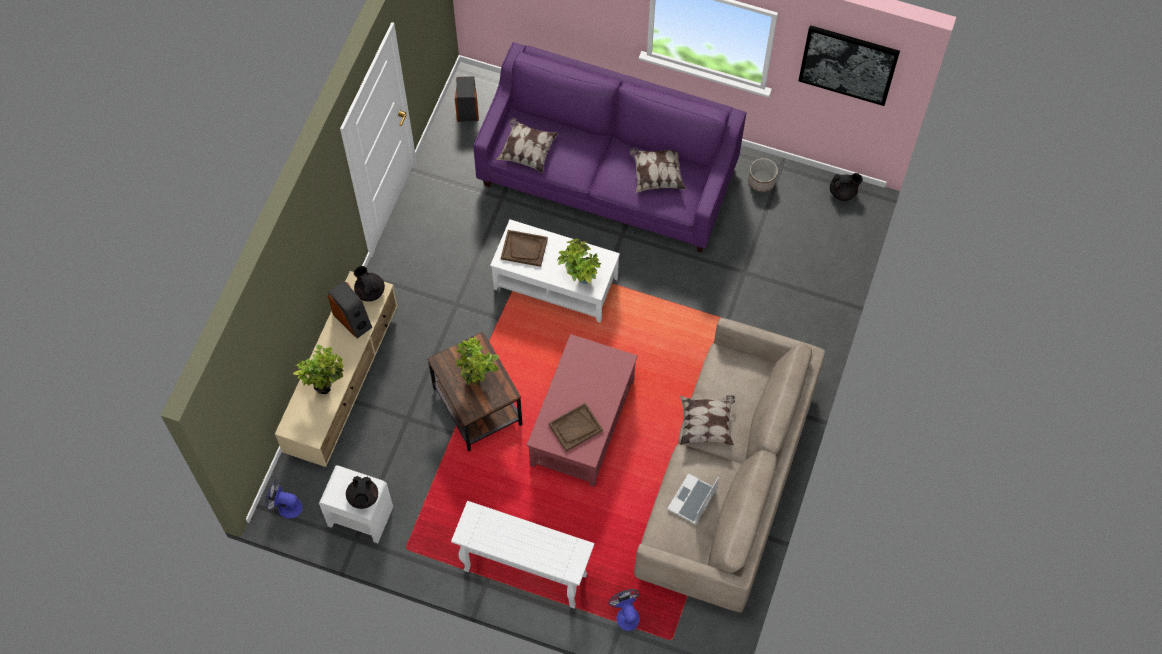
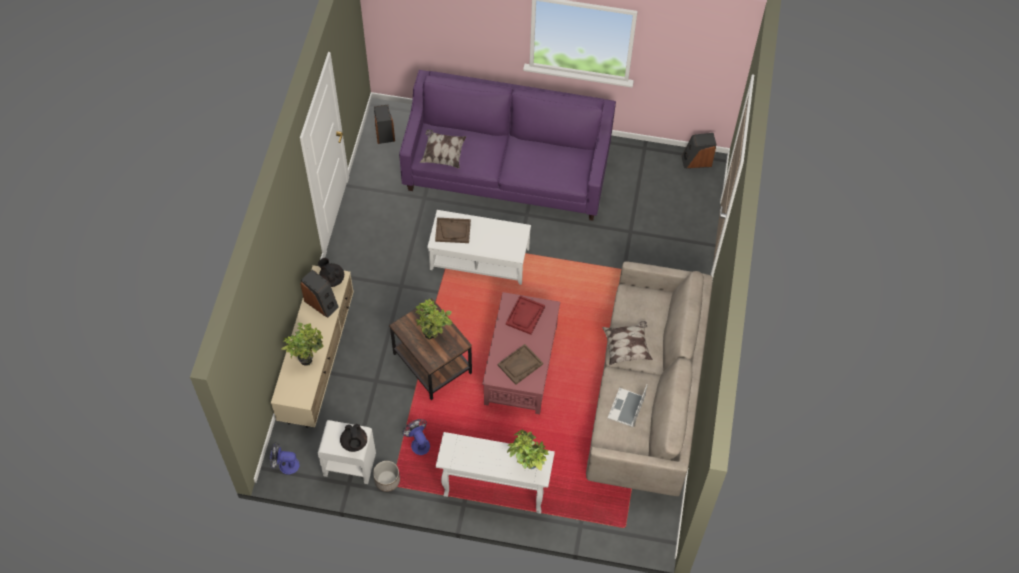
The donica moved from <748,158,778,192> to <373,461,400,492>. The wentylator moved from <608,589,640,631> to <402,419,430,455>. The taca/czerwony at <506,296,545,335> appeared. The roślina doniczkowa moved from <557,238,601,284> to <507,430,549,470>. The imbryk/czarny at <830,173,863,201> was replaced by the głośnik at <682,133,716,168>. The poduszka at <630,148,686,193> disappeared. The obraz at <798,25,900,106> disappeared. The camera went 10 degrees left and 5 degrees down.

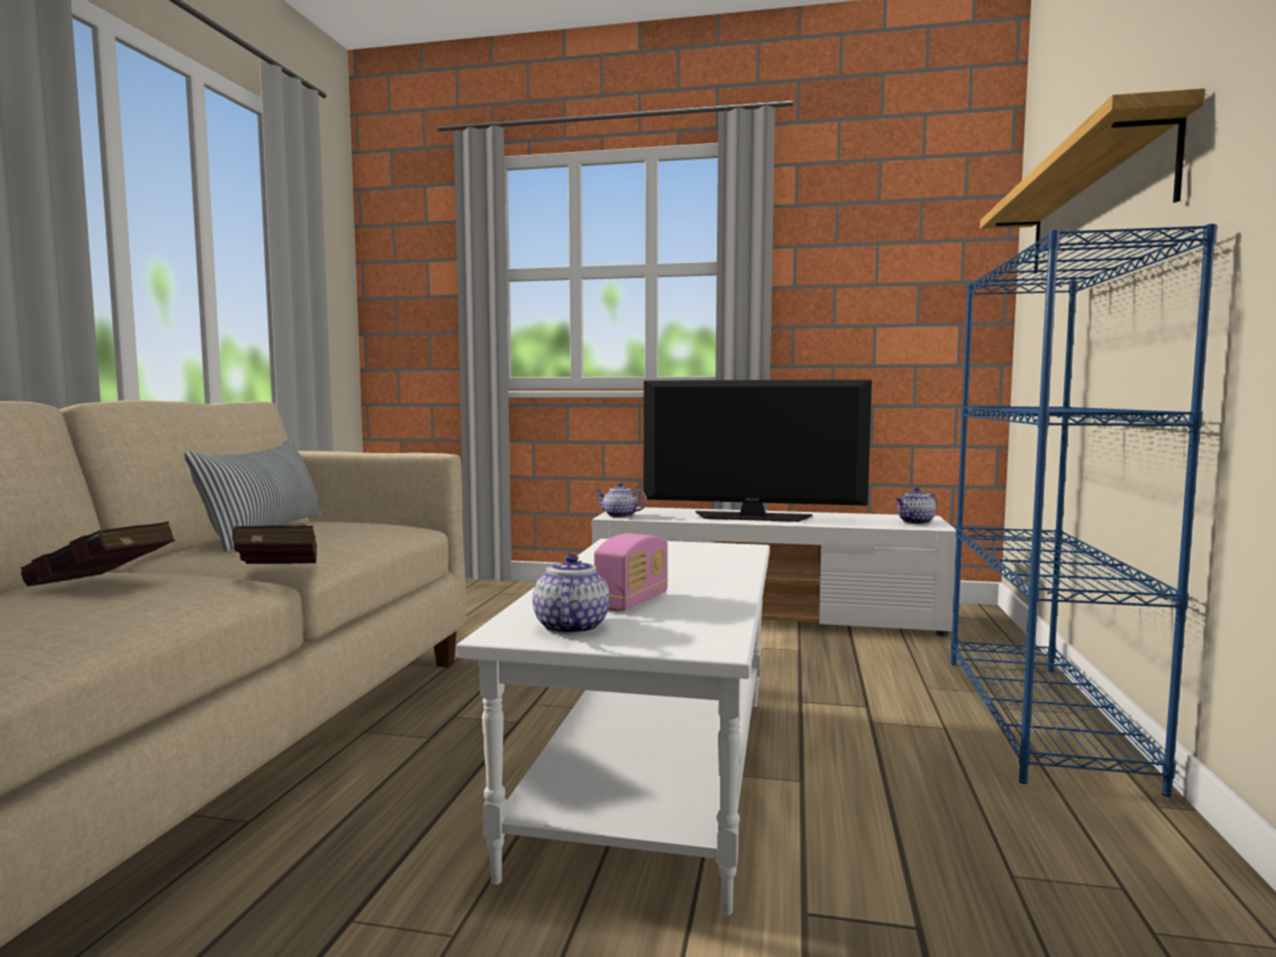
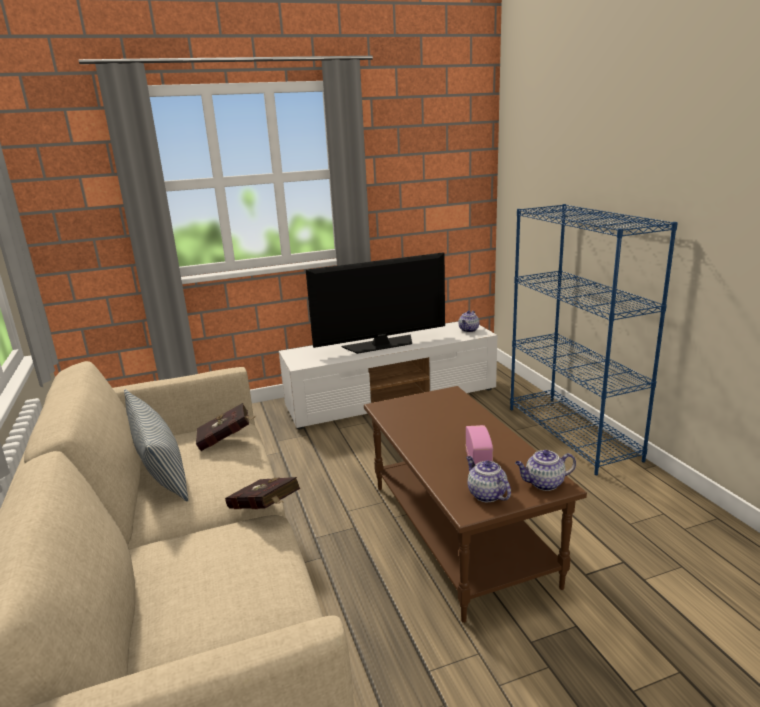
The książka/czerwony moved from <21,522,175,587> to <196,403,257,451>. The ława/biały at <456,539,770,916> became the ława/brązowy at <364,386,587,623>. The imbryk moved from <595,483,647,518> to <515,450,576,491>. The półka at <980,88,1205,274> disappeared. The camera went 30 degrees left and 15 degrees up.

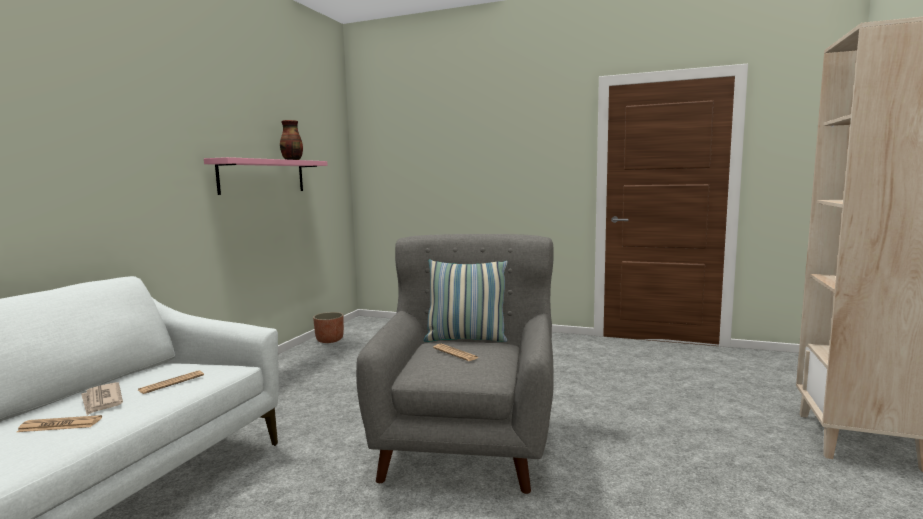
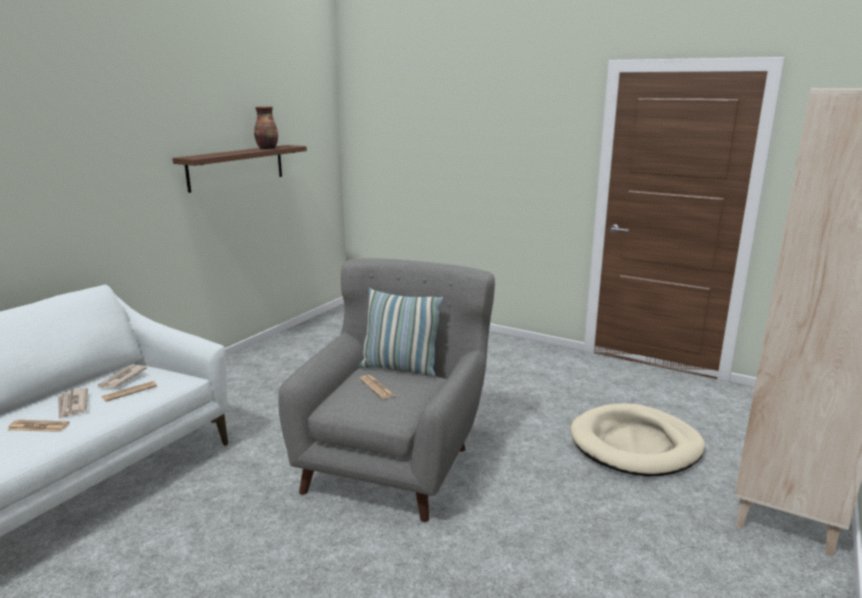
The gazeta at <97,365,147,389> appeared. The półka/różowy at <204,157,328,195> became the półka/brązowy at <172,145,307,193>. The legowisko/beżowy at <570,403,705,476> appeared. The donica at <313,312,344,343> disappeared. The camera went 10 degrees right and 10 degrees up.

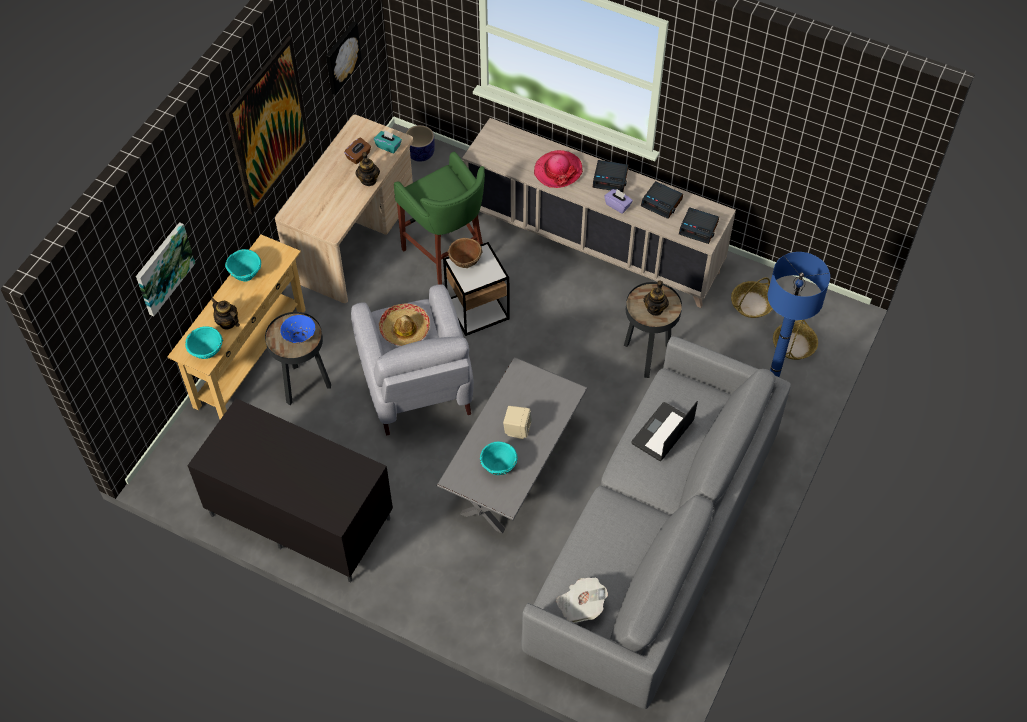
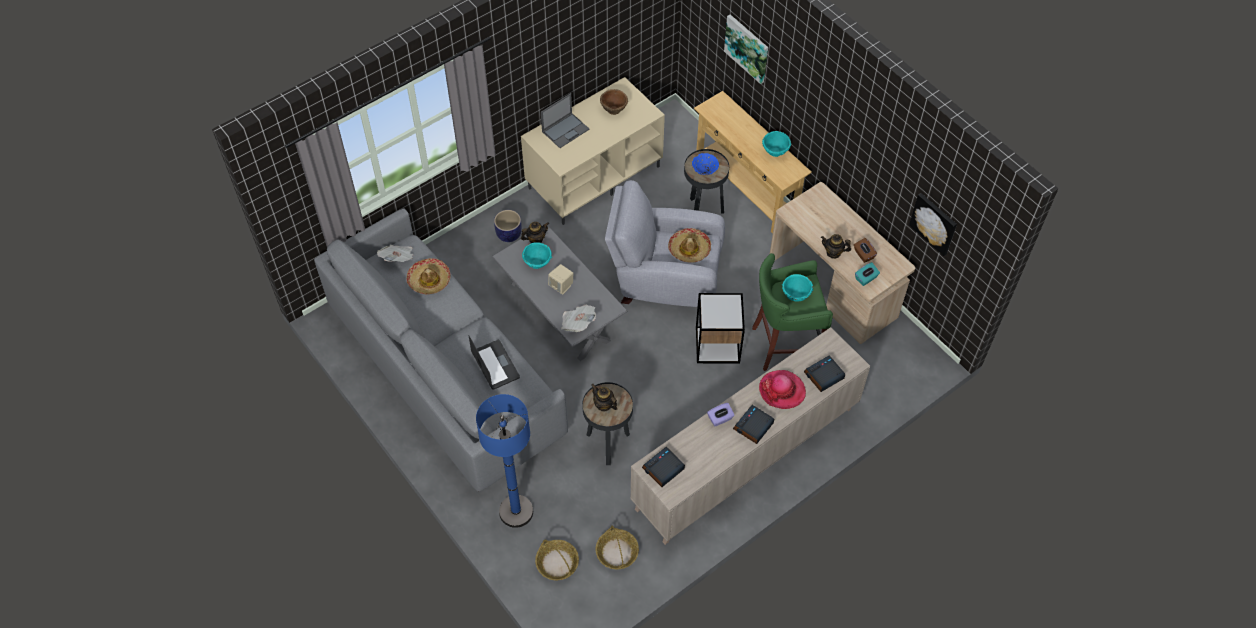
The kapelusz at <406,258,450,295> appeared. The donica moved from <405,125,435,162> to <494,210,522,242>. The szafka pod telewizor/czarny at <187,398,393,583> became the szafka pod telewizor/beżowy at <521,77,665,225>. The imbryk moved from <211,298,240,329> to <521,222,549,243>. The laptop at <541,93,589,148> appeared. The gazeta at <561,304,596,332> appeared. The miska/brązowy moved from <448,238,483,268> to <600,89,628,115>. The miska/turkusowy moved from <185,326,223,359> to <782,274,813,302>. The budzik moved from <641,181,683,219> to <804,355,845,392>. The obraz at <225,36,310,215> disappeared. The camera went 115 degrees right and 0 degrees up.

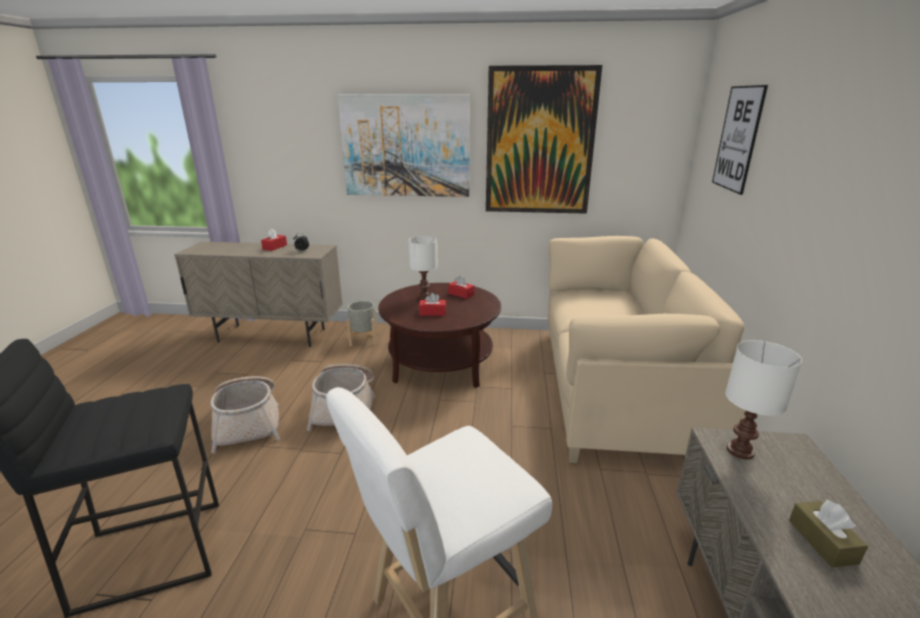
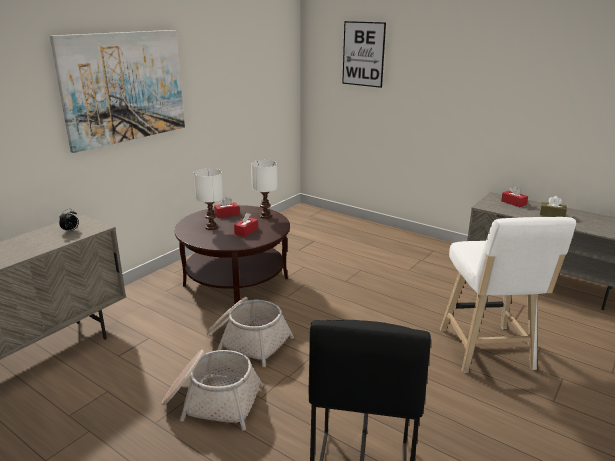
The lampa stołowa/biały moved from <725,340,802,459> to <251,160,278,219>. The pudełko chusteczek/czerwony moved from <261,229,287,251> to <501,186,528,207>. The donica/szary at <347,301,378,346> disappeared. The obraz at <486,65,602,214> disappeared. The kanapa/beżowy at <547,236,746,463> disappeared. The camera went 60 degrees left and 0 degrees up.

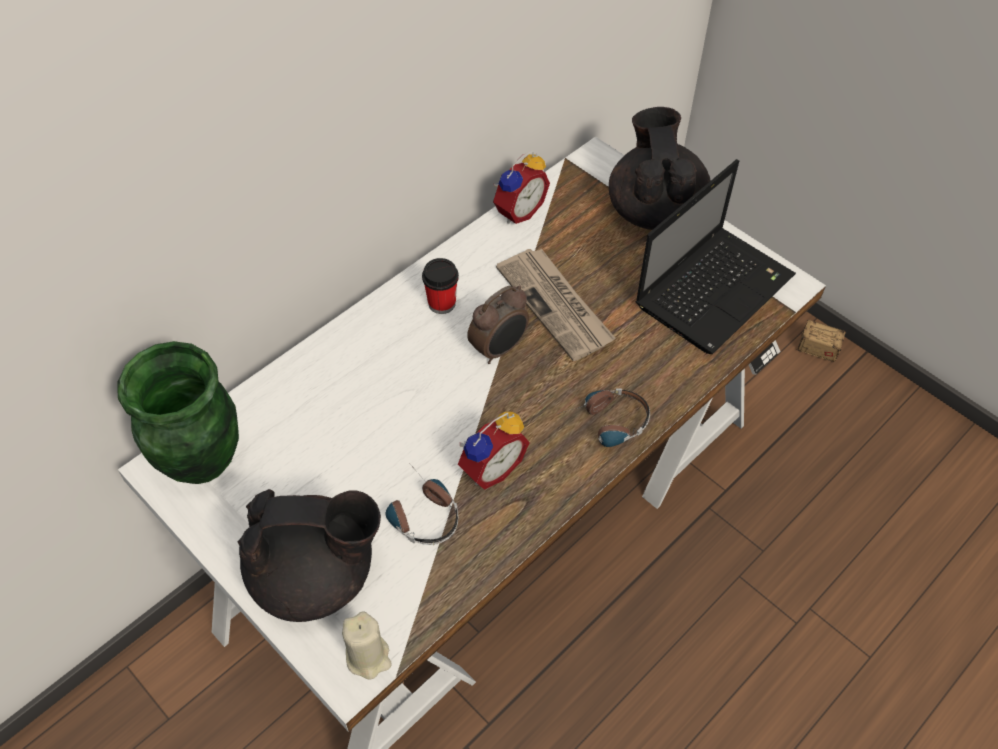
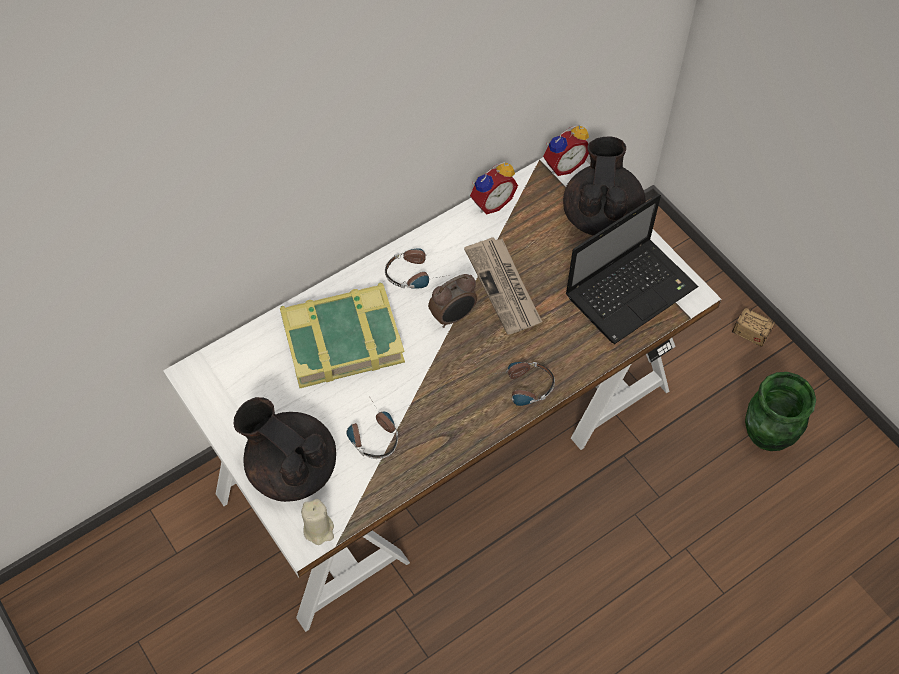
The imbryk/czarny at <238,489,381,622> turned 150 degrees counterclockwise. The książka at <280,283,405,388> appeared. The filiżanka at <422,258,459,314> was replaced by the słuchawki at <385,248,450,289>. The budzik moved from <458,412,530,490> to <543,125,589,176>. The wazon/zielony moved from <117,341,239,484> to <745,372,816,451>. The camera went 10 degrees right and 5 degrees up.

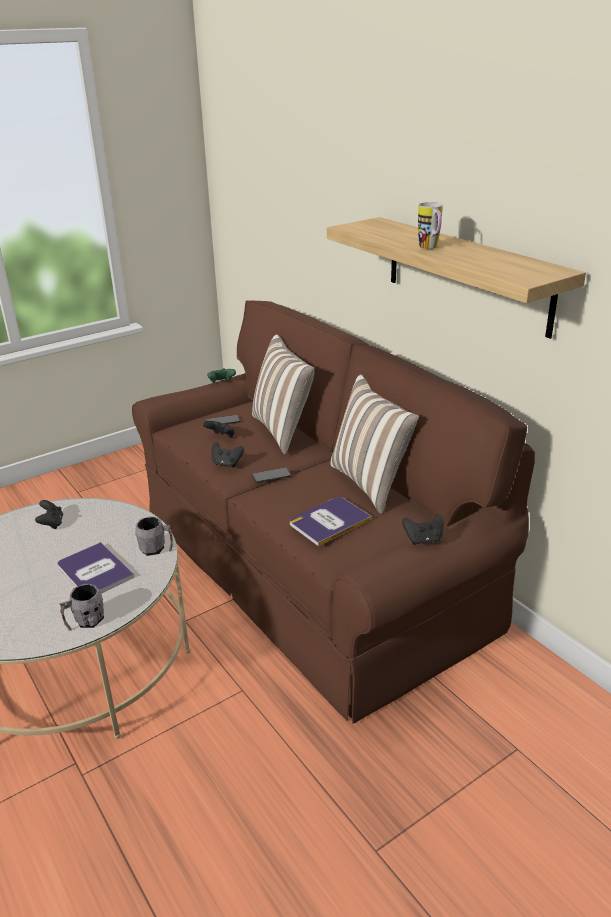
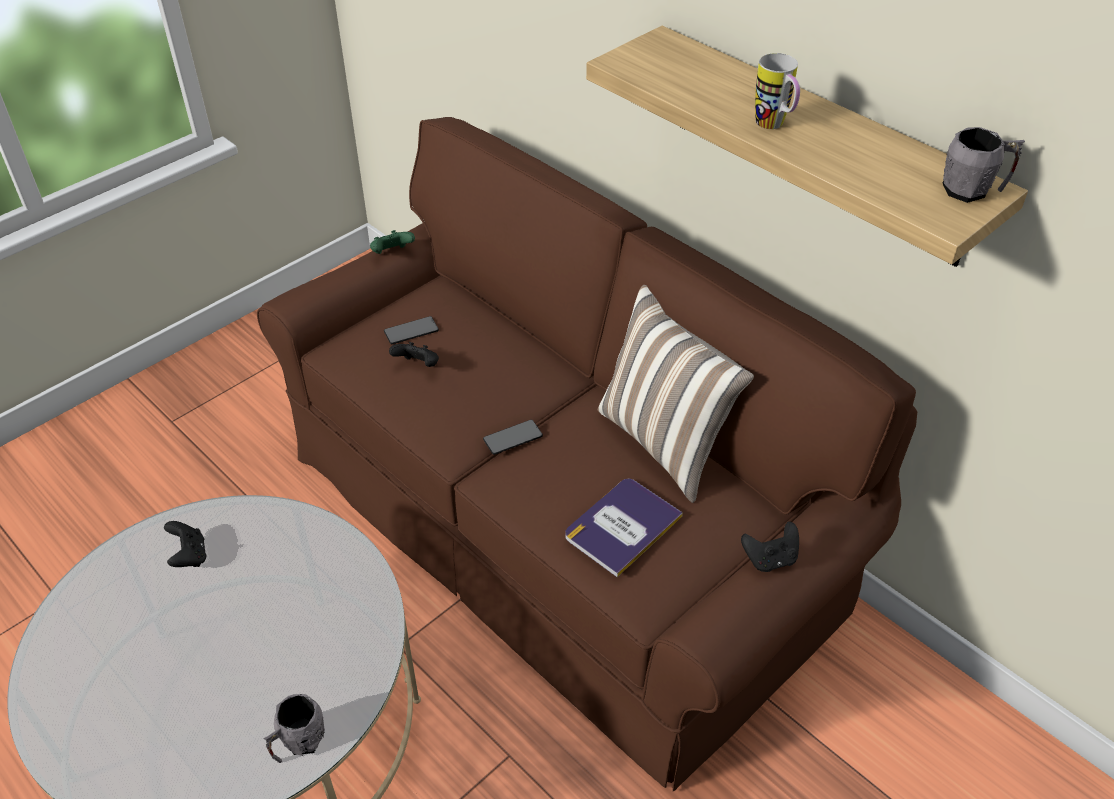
The kubek/szary moved from <135,517,173,556> to <943,127,1025,203>. The książka at <58,542,134,593> disappeared. The pad do gier/czarny at <211,442,244,468> disappeared. The poduszka at <252,334,315,454> disappeared. The camera went 10 degrees left and 15 degrees up.

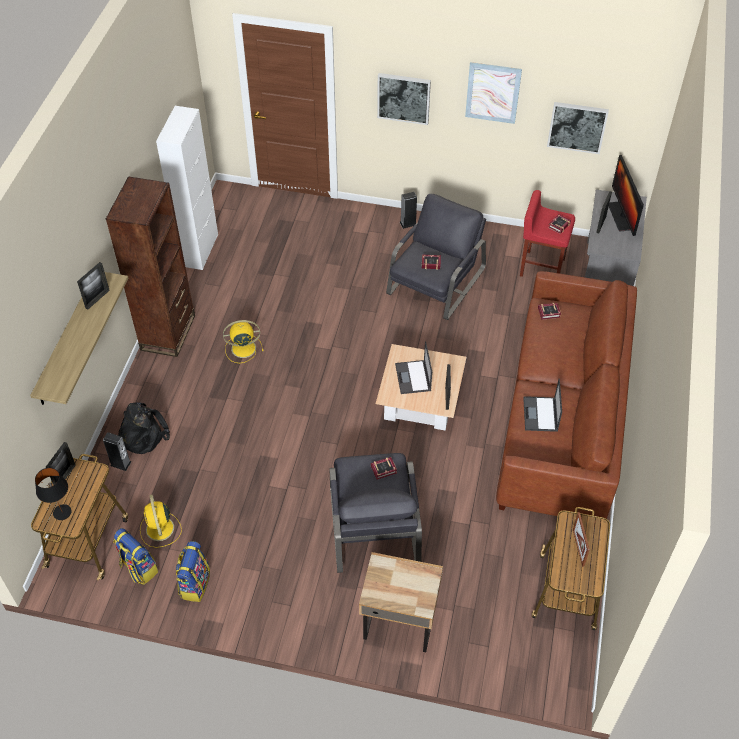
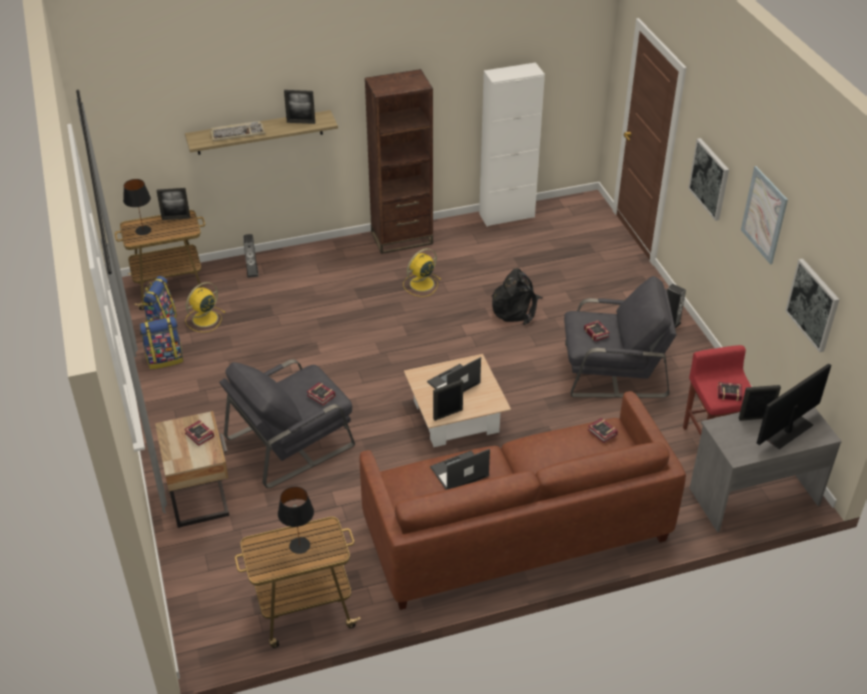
The książka at <184,420,214,446> appeared. The klawiatura at <210,121,265,141> appeared. The ramka na zdjęcie at <573,512,590,567> was replaced by the lampa stołowa/czarny at <278,487,314,554>. The wentylator/żółty at <223,320,264,363> turned 90 degrees counterclockwise. The plecak/czarny moved from <118,402,170,454> to <491,268,543,325>. The camera went 60 degrees right and 10 degrees down.

